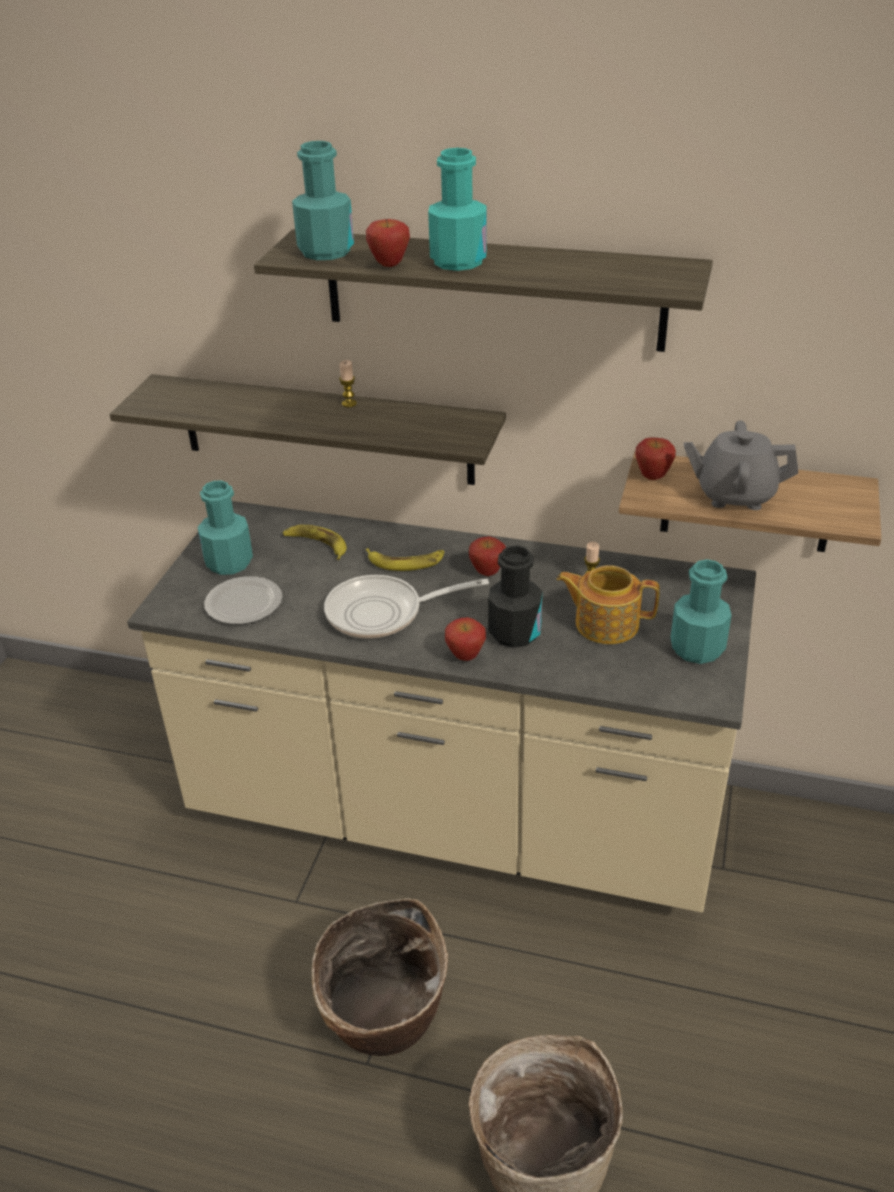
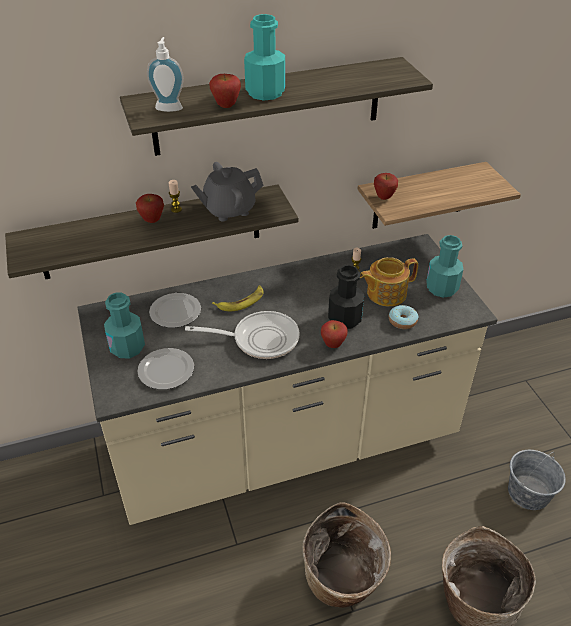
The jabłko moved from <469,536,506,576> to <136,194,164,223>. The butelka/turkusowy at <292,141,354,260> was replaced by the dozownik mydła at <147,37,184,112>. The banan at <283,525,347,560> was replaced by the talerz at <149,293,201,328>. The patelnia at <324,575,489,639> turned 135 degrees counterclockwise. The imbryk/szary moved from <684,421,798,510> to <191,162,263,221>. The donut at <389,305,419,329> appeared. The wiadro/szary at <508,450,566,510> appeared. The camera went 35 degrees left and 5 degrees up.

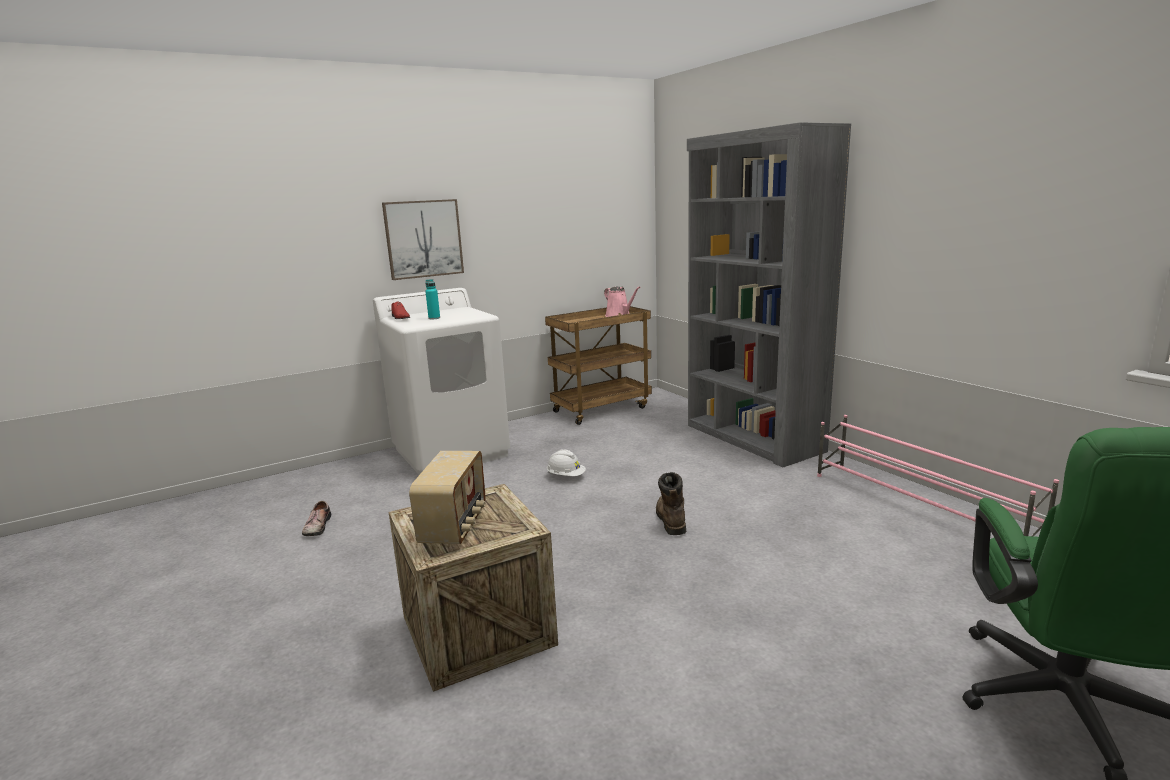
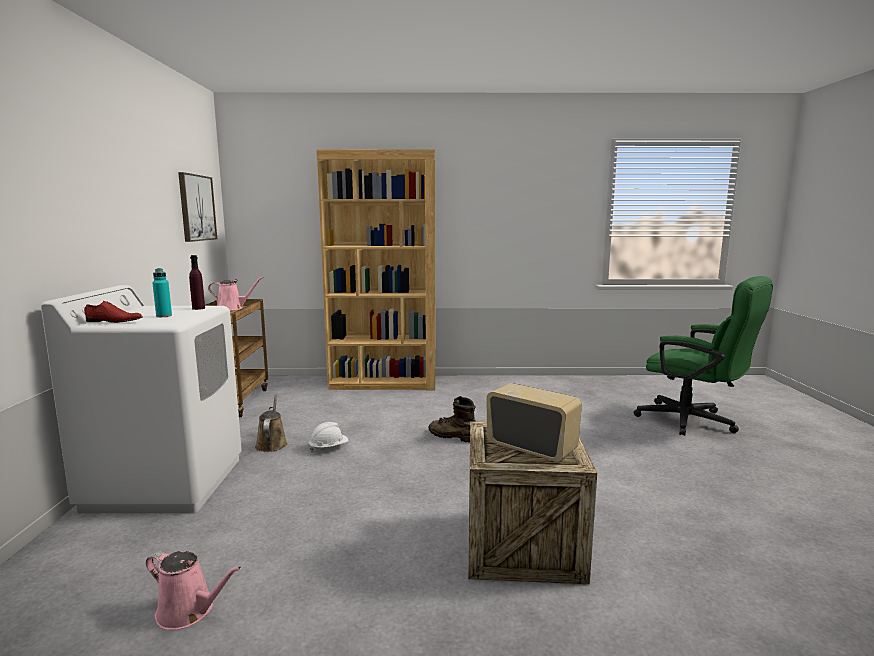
The but at <302,501,331,536> was replaced by the konewka/różowy at <146,551,241,630>. The obraz moved from <382,199,464,280> to <178,172,217,242>. The butelka/fioletowy at <189,255,205,310> appeared. The konewka/brązowy at <255,393,288,452> appeared. The regał/szary at <687,122,851,467> became the regał/brązowy at <316,149,435,390>. The regał na buty/różowy at <817,415,1059,536> disappeared. The camera went 60 degrees left and 5 degrees down.

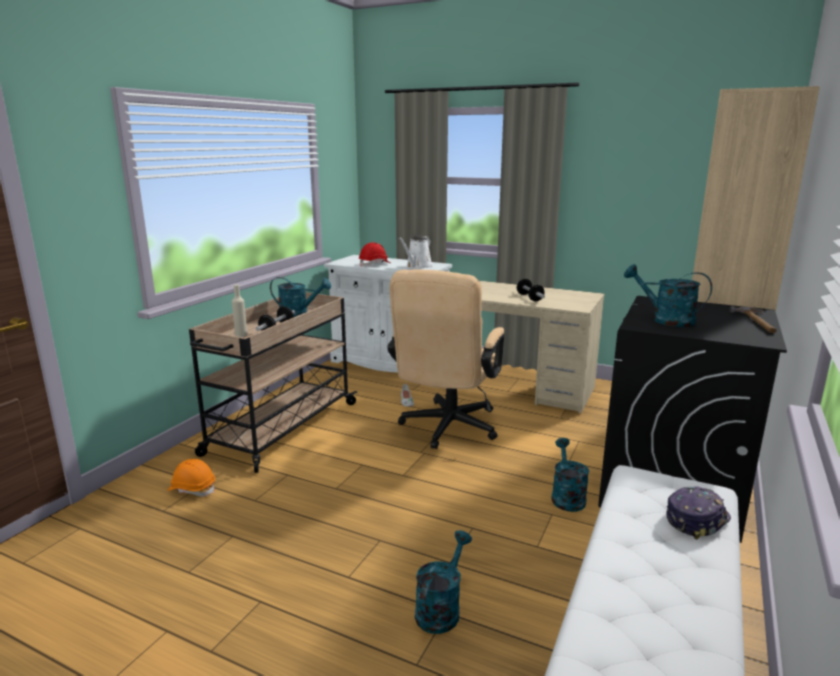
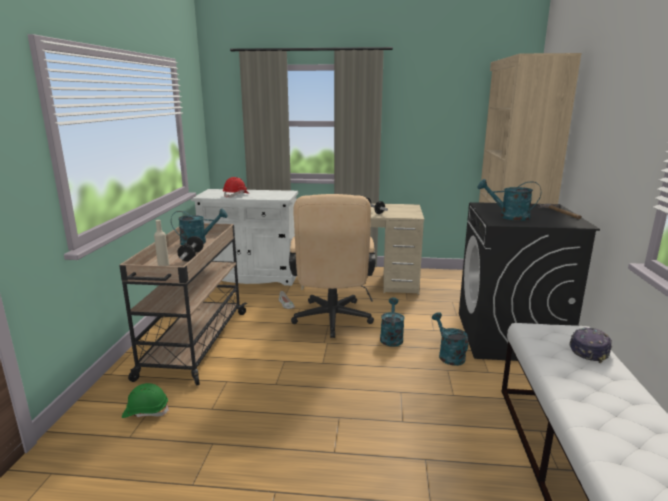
The kask/pomarańczowy at <168,459,215,497> became the kask/zielony at <122,383,170,418>. The konewka/turkusowy moved from <415,530,472,634> to <380,297,404,347>. The konewka/biały at <398,236,433,269> disappeared. The camera went 20 degrees left and 0 degrees up.

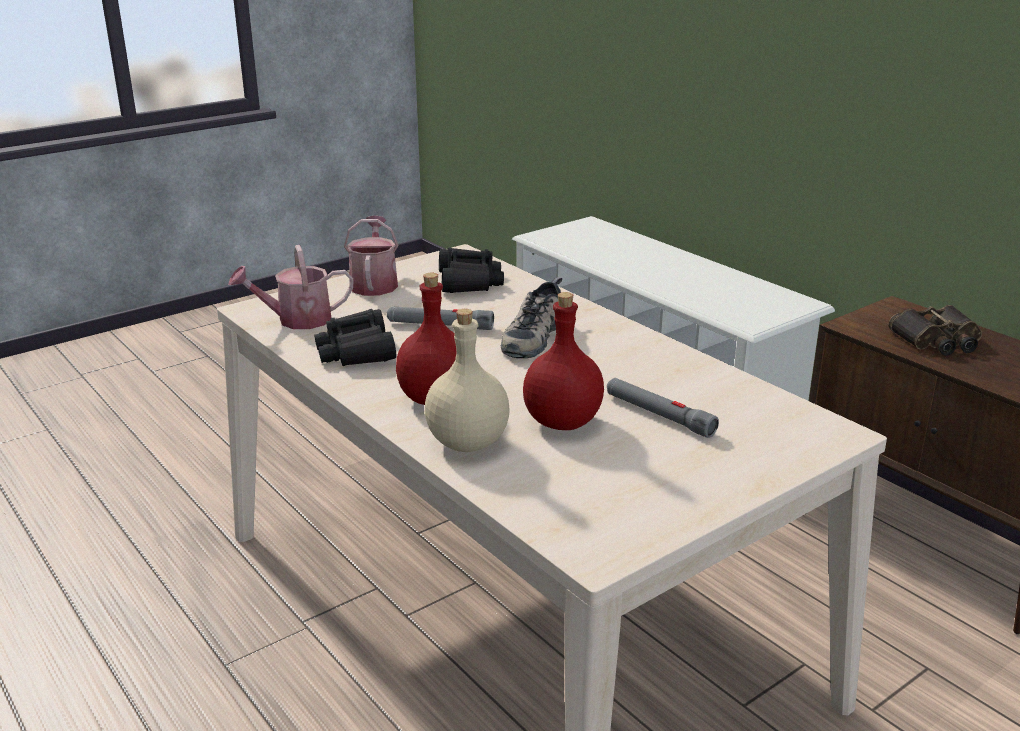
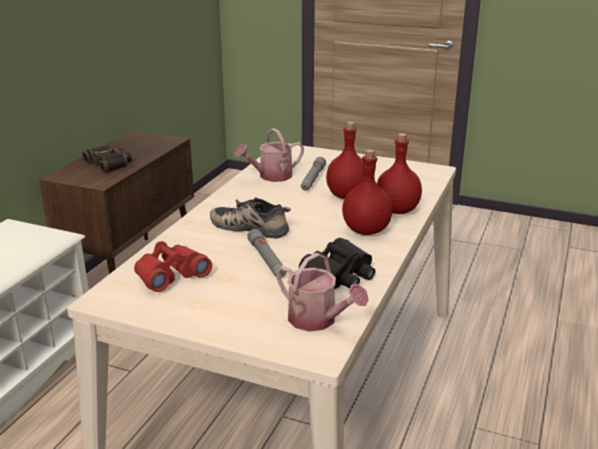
The lornetka/czarny at <439,247,504,293> became the lornetka/czerwony at <134,241,212,292>. The but at <501,277,562,358> turned 150 degrees counterclockwise. The konewka moved from <344,215,398,296> to <234,128,304,182>. The butelka/beżowy at <425,309,510,452> became the butelka/czerwony at <377,133,422,214>. The camera went 120 degrees left and 0 degrees up.

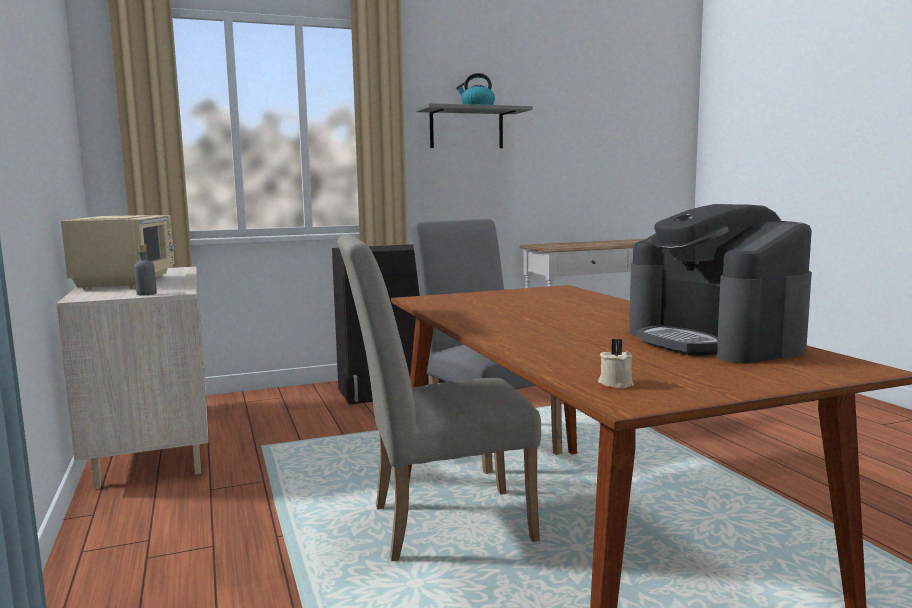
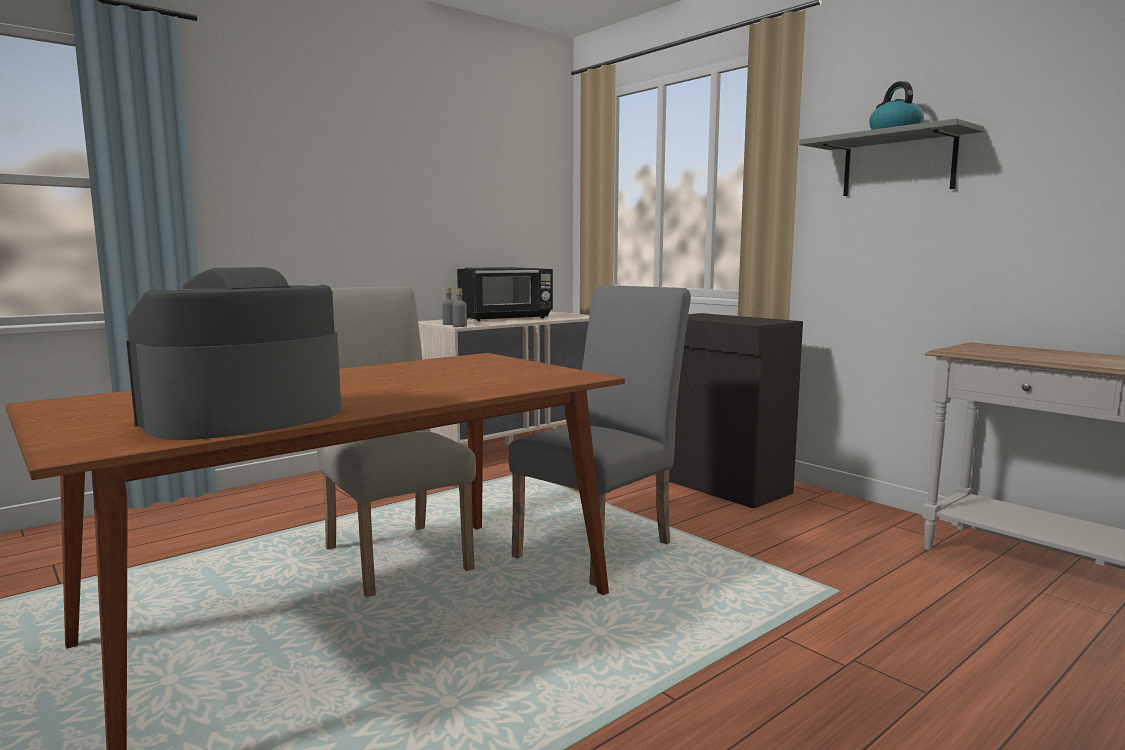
The butelka/szary at <452,289,467,327> appeared. The mikrofalówka/beżowy at <61,215,175,290> became the mikrofalówka/czarny at <457,267,553,321>. The świeca/beżowy at <598,338,634,388> disappeared. The camera went 70 degrees right and 0 degrees up.

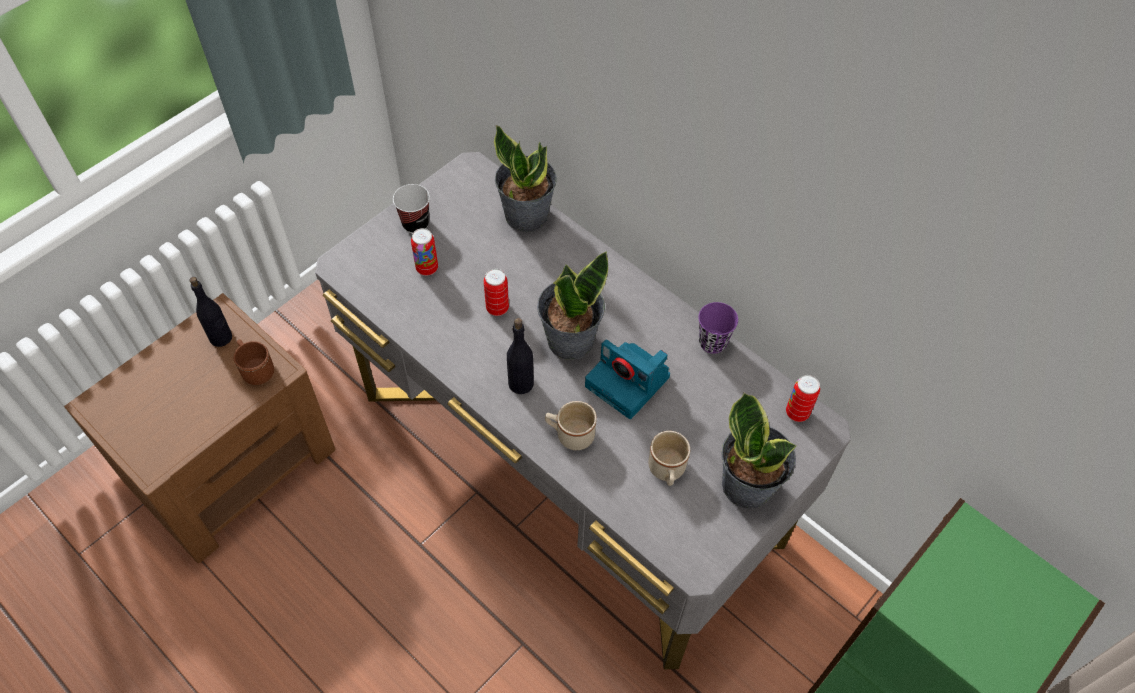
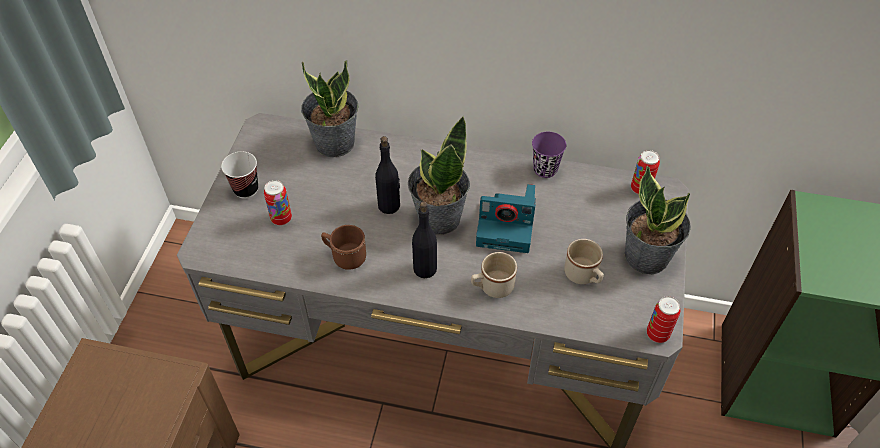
The kubek/brązowy moved from <234,340,274,385> to <321,225,366,270>. The butelka/czarny moved from <189,277,232,347> to <375,136,400,214>. The puszka moved from <484,269,509,316> to <647,296,680,343>. The camera went 30 degrees left and 5 degrees down.

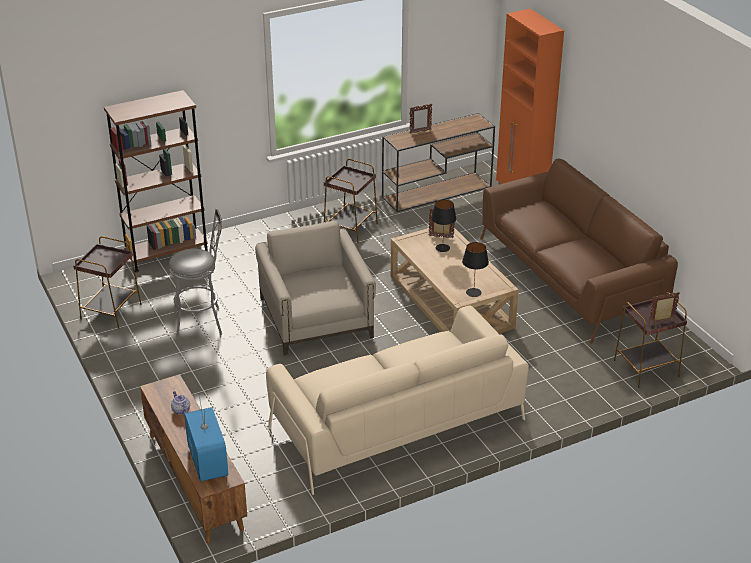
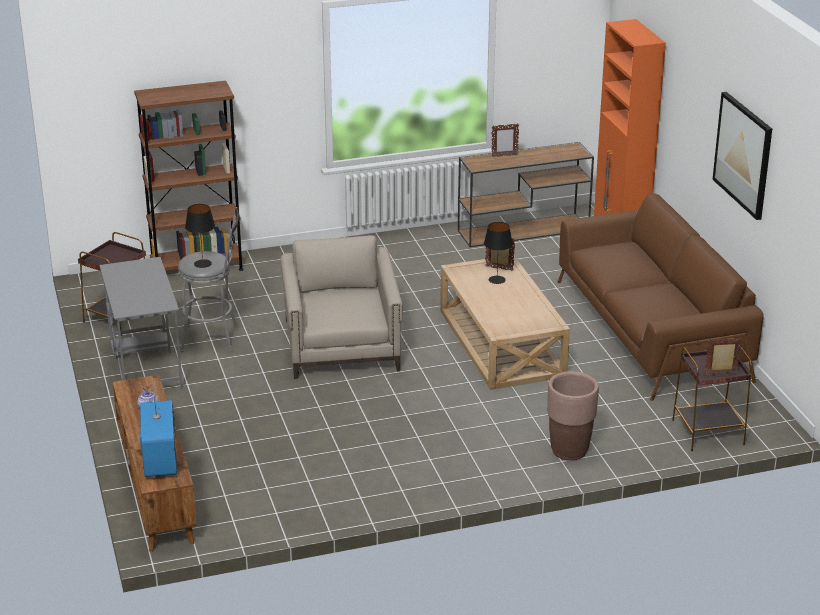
The biurko/szary at <100,257,183,390> appeared. The lampa stołowa/czarny moved from <462,242,489,297> to <185,204,215,268>. The donica/brązowy at <547,371,599,461> appeared. The obraz at <712,92,772,220> appeared. The kanapa/beżowy at <266,306,529,495> disappeared. The stolik/brązowy at <324,159,378,243> disappeared. The camera went 10 degrees right and 5 degrees down.

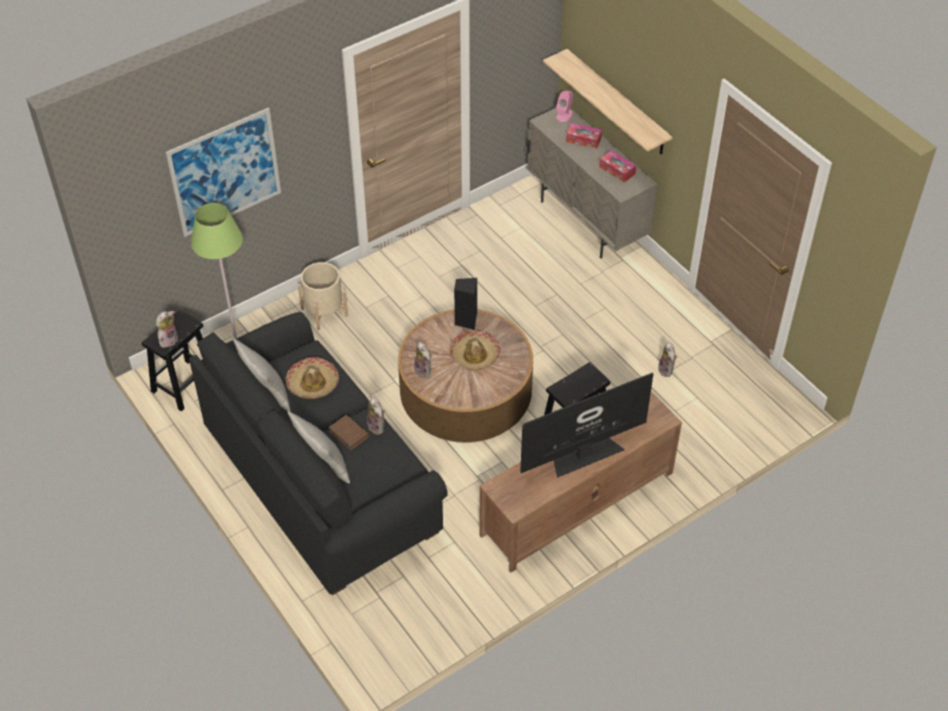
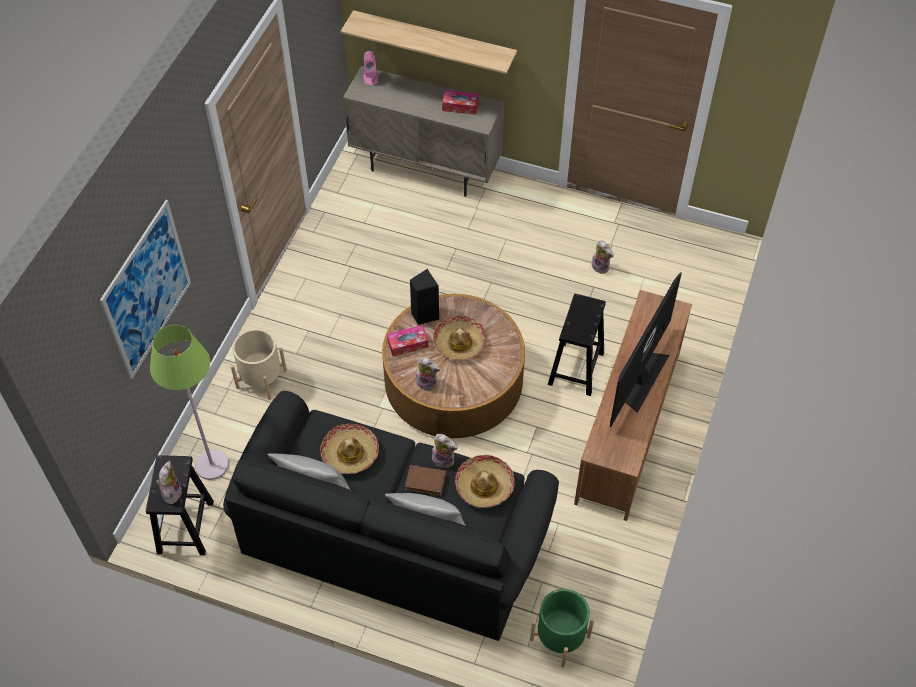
The pudełko chusteczek moved from <566,123,602,149> to <387,325,428,356>. The kapelusz at <455,455,515,508> appeared. The donica/zielony at <530,589,594,668> appeared. The camera went 35 degrees left and 5 degrees up.

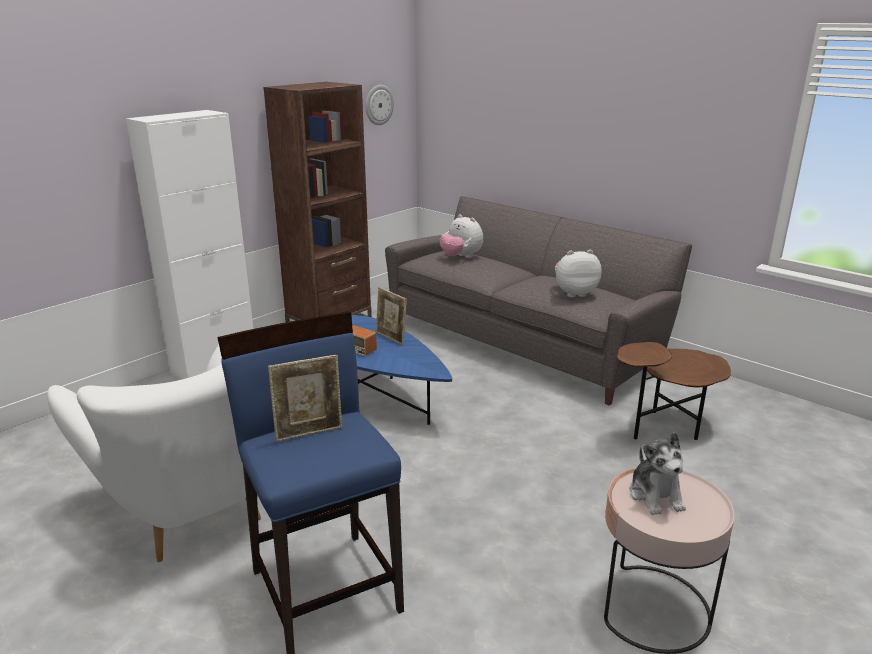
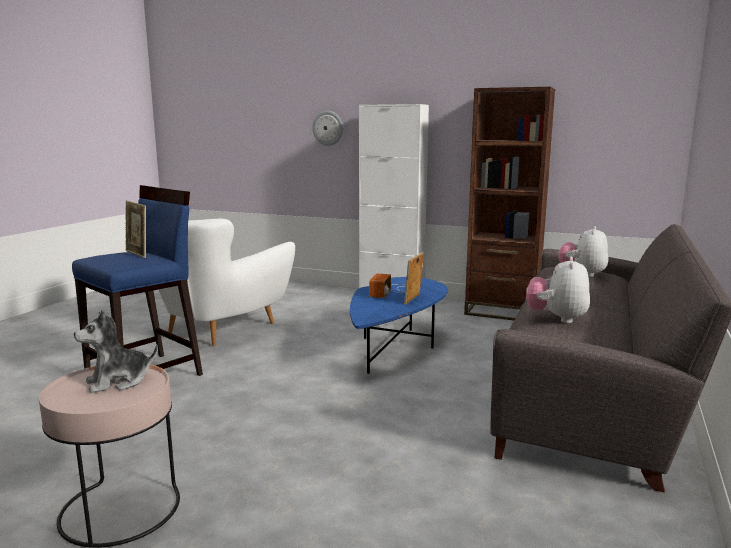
The zegar ścienny moved from <366,85,394,125> to <312,111,343,146>. The pluszak at <555,250,602,298> turned 135 degrees counterclockwise. The stolik/brązowy at <617,342,731,440> disappeared. The camera went 70 degrees right and 10 degrees down.

